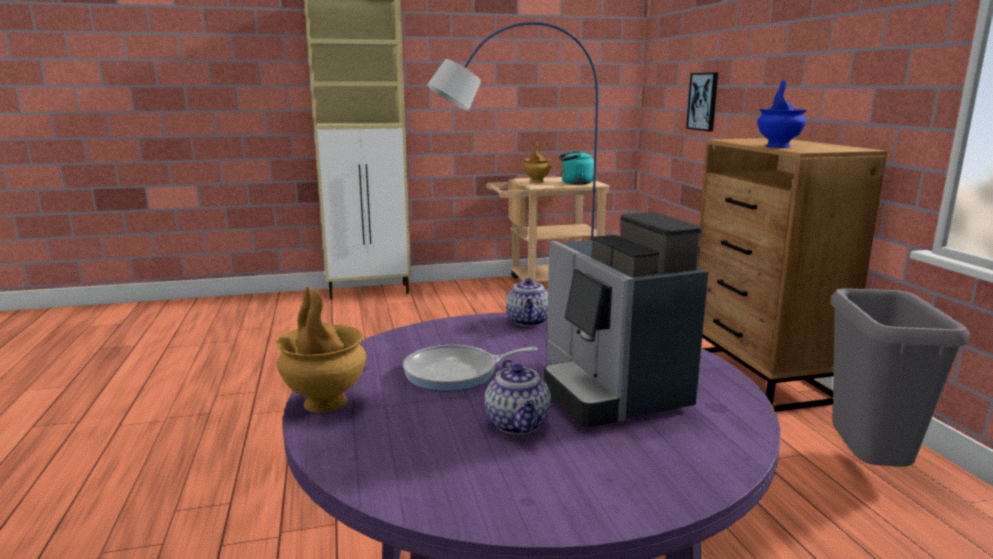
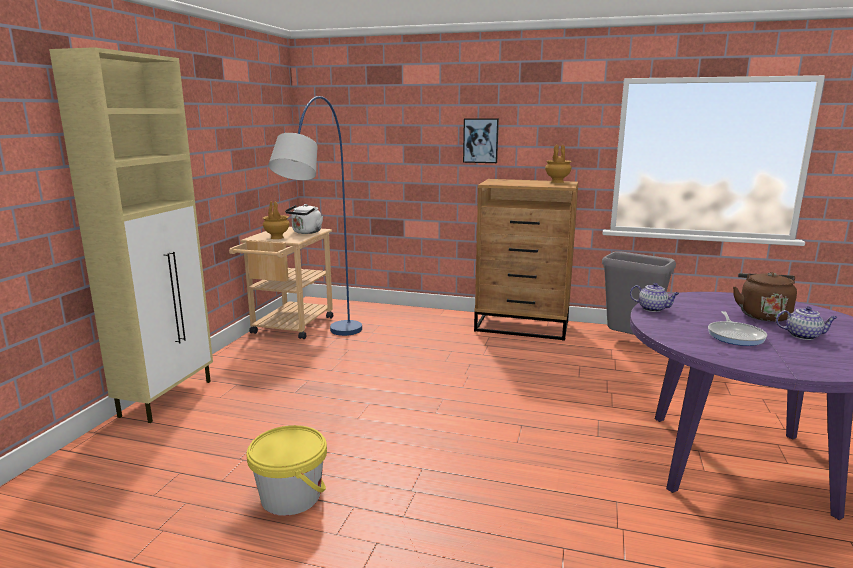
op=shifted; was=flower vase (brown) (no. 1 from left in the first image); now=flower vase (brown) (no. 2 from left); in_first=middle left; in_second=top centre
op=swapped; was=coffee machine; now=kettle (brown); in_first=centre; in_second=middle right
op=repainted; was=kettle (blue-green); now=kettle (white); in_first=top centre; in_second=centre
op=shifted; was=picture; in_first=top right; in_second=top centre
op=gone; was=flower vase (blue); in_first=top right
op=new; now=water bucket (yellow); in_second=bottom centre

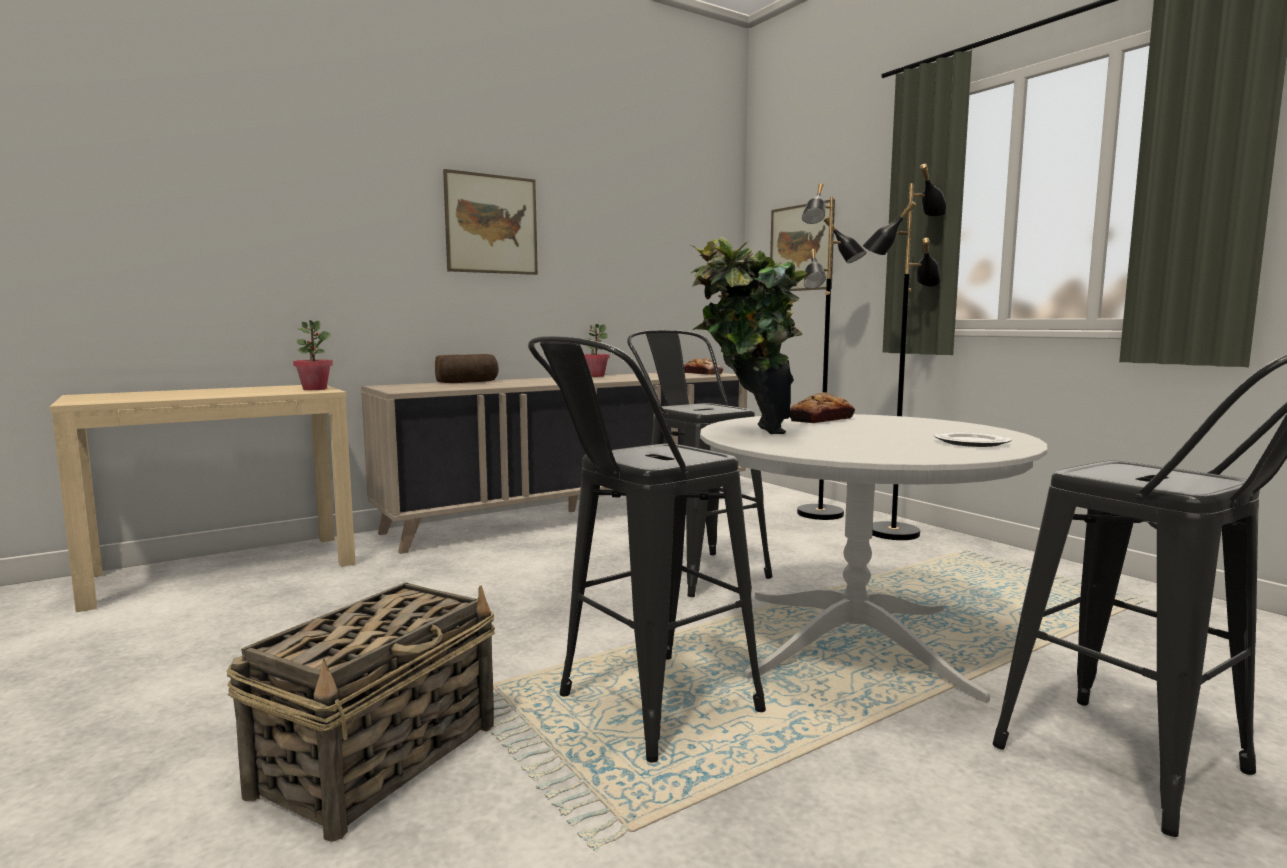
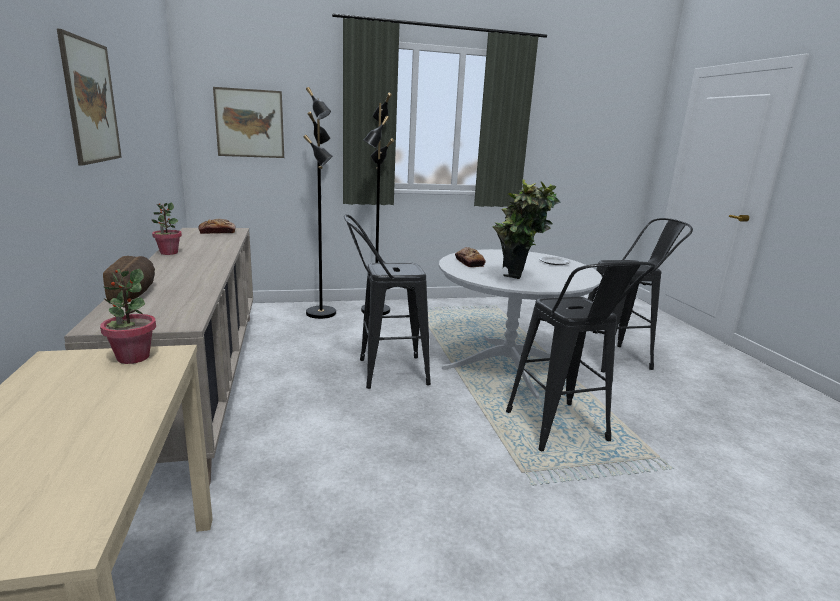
op=gone; was=household basket; in_first=bottom left

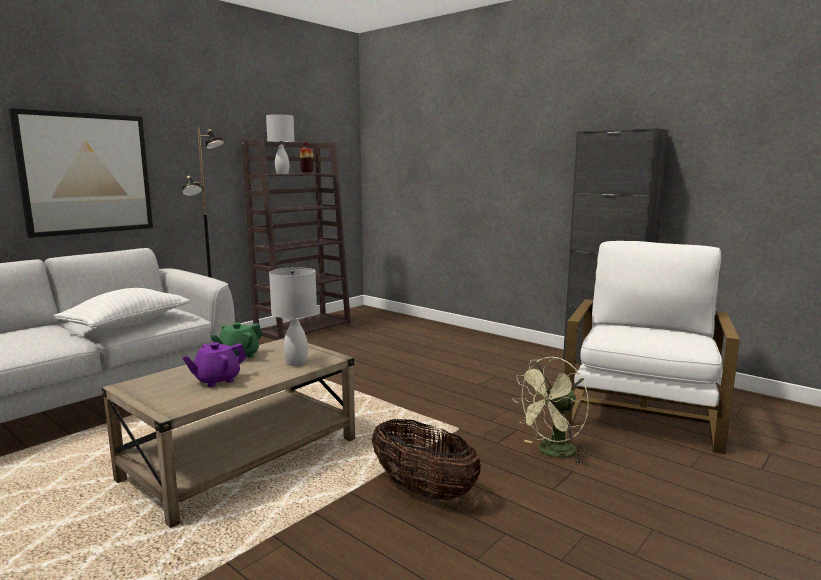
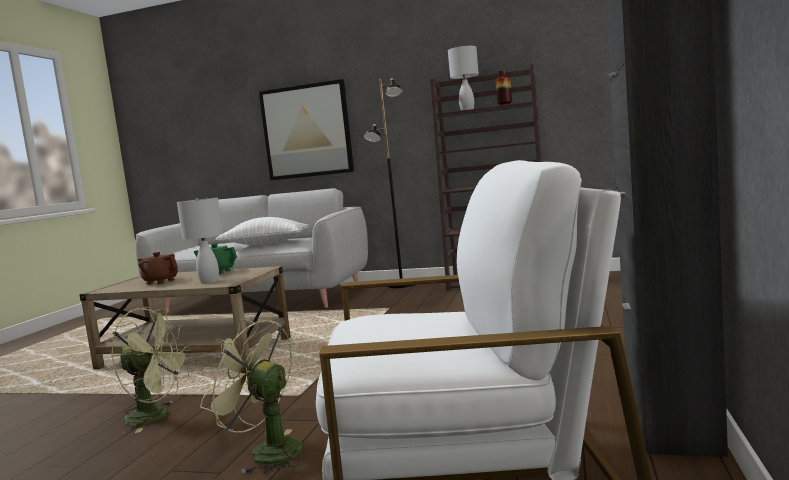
op=repainted; was=pot for tea (purplish); now=pot for tea (brown); in_first=middle left; in_second=middle left
op=swapped; was=household basket; now=fan (green-coloured) (no. 1 from left); in_first=bottom centre; in_second=bottom left

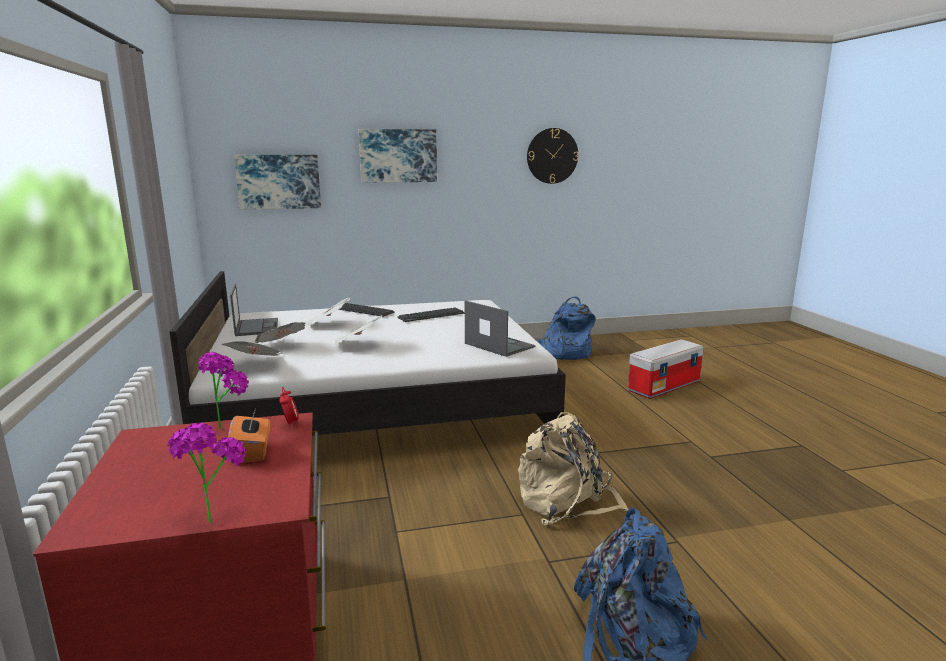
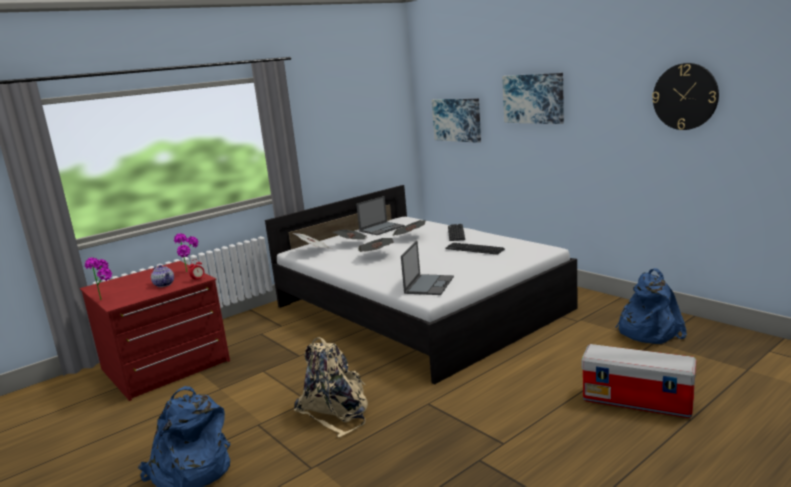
op=swapped; was=tissue box (orange-coloured); now=pot for tea; in_first=middle left; in_second=middle left

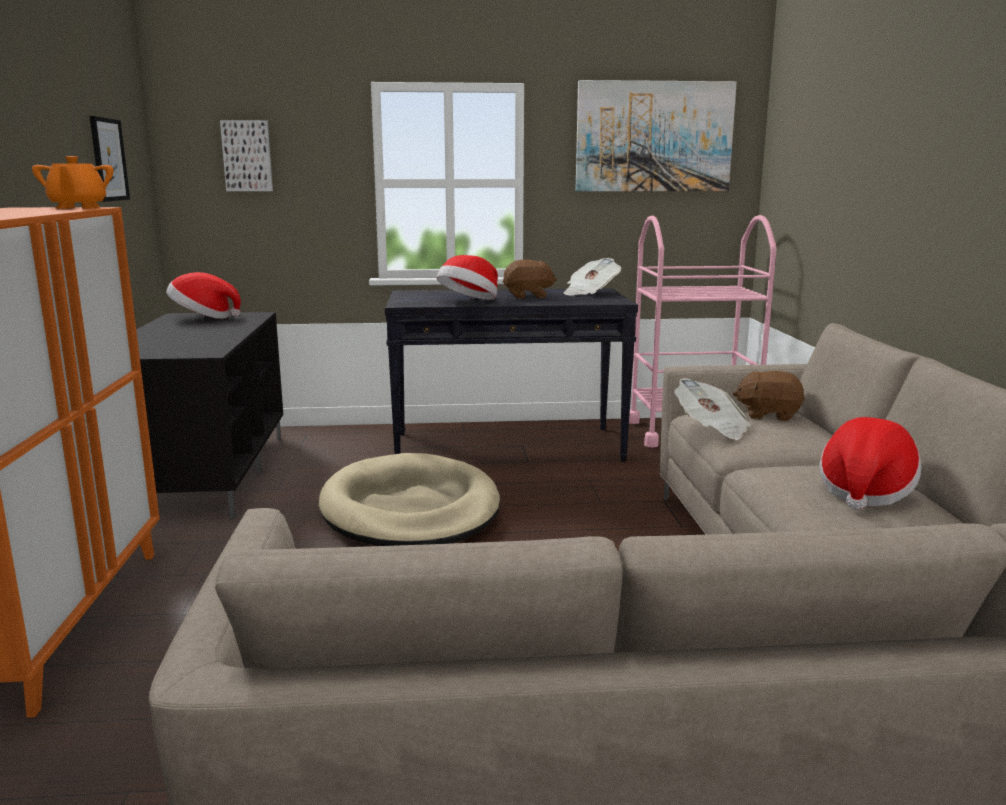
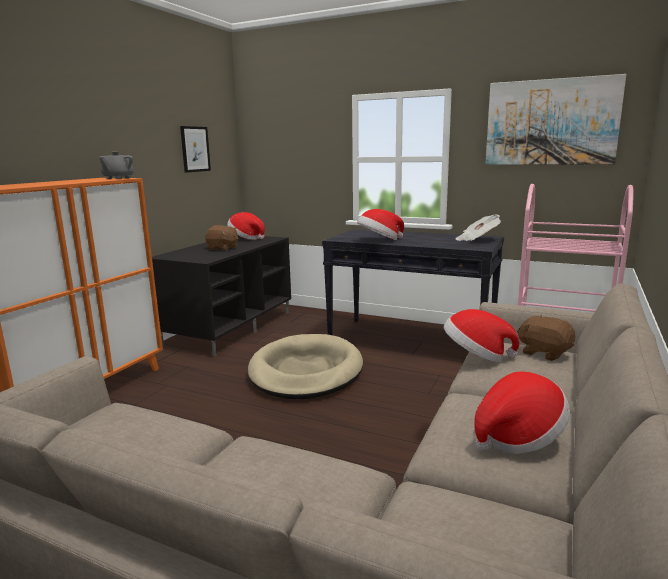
op=repainted; was=pot for tea (orange-coloured); now=pot for tea (greyish); in_first=top left; in_second=top left
op=gone; was=picture (no. 2 from left); in_first=top left
op=shifted; was=cuddly toy (brown) (no. 1 from left); in_first=centre; in_second=middle left
op=swapped; was=newspaper (no. 2 from left); now=hat (no. 3 from left); in_first=middle right; in_second=middle right

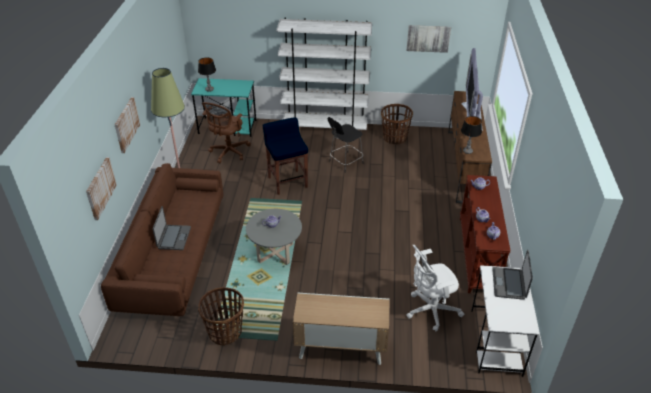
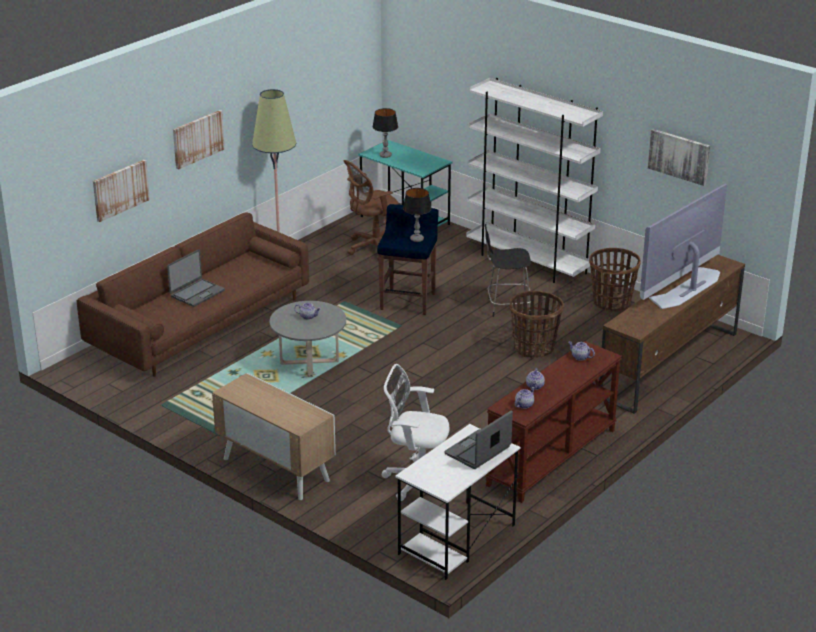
op=shifted; was=household basket (no. 1 from left); in_first=bottom centre; in_second=centre
op=shifted; was=lamp for a table (no. 2 from left); in_first=middle right; in_second=centre

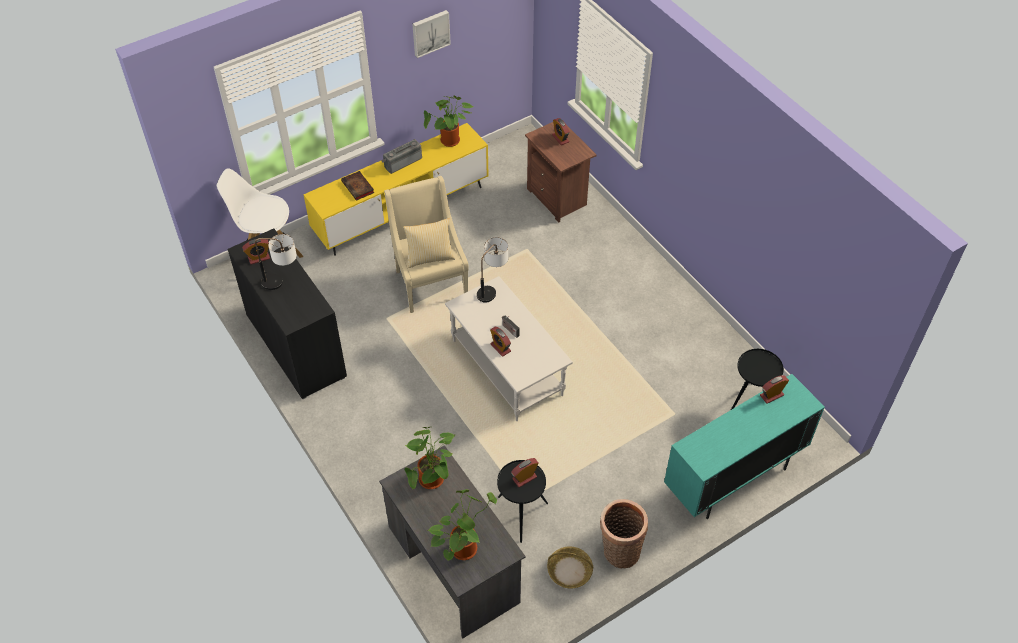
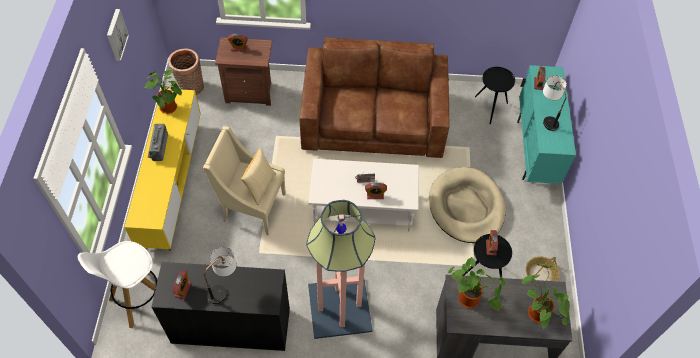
op=gone; was=volume; in_first=top centre
op=shifted; was=lamp for a table (no. 2 from left); in_first=centre; in_second=top right
op=shifted; was=household basket (no. 2 from left in the first image); now=household basket (no. 1 from left); in_first=bottom centre; in_second=top left
op=new; now=sofa (brown); in_second=top centre
op=new; now=standard lamp; in_second=bottom centre
op=new; now=dog cushion (beige-coloured); in_second=middle right

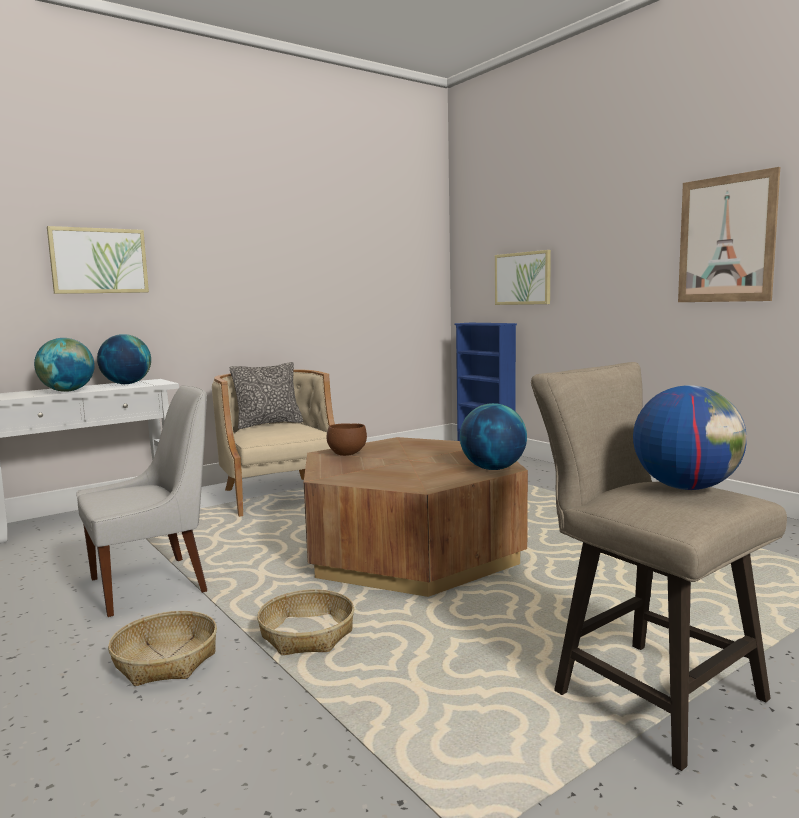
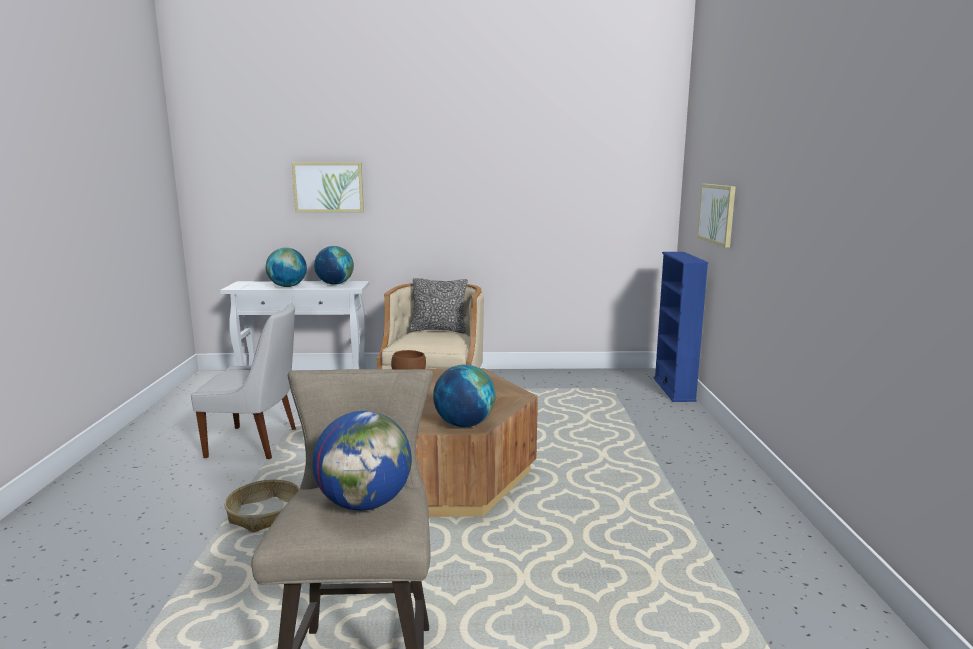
op=gone; was=household basket (no. 1 from left); in_first=bottom left
op=gone; was=picture (no. 3 from left); in_first=top right

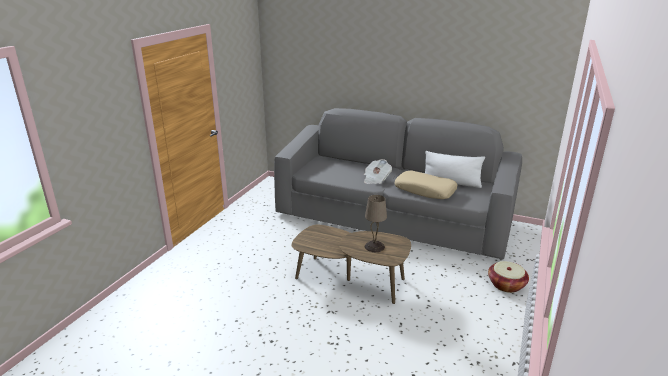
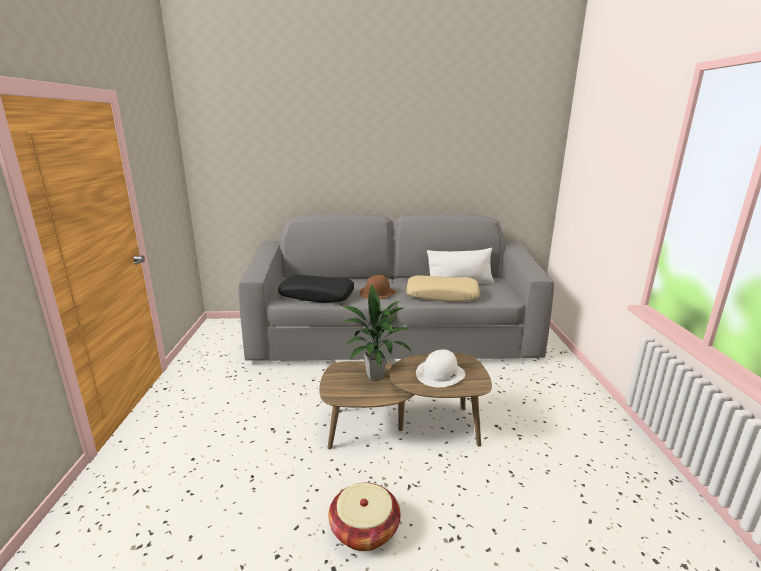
op=swapped; was=newspaper; now=hat (brown); in_first=centre; in_second=centre
op=swapped; was=lamp for a table (beige-coloured); now=hat (white); in_first=centre; in_second=centre
op=shifted; was=household basket; in_first=bottom right; in_second=bottom centre
op=new; now=pillow (black); in_second=centre
op=new; now=plant in a pot; in_second=centre

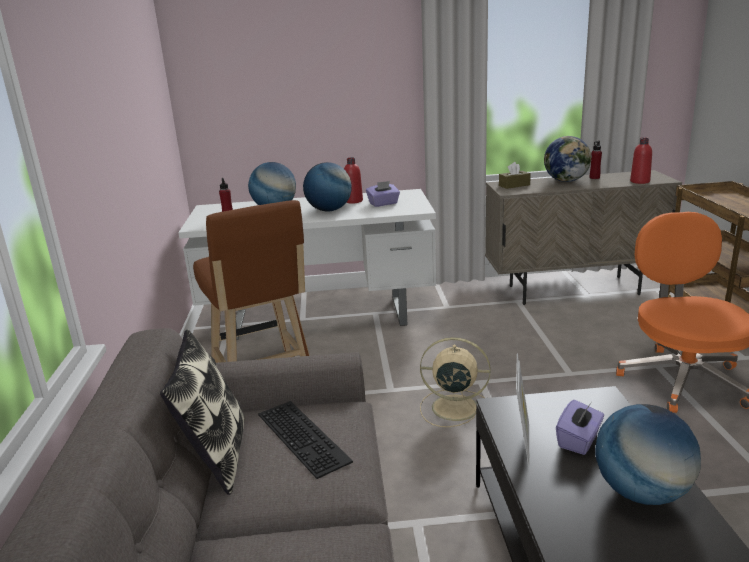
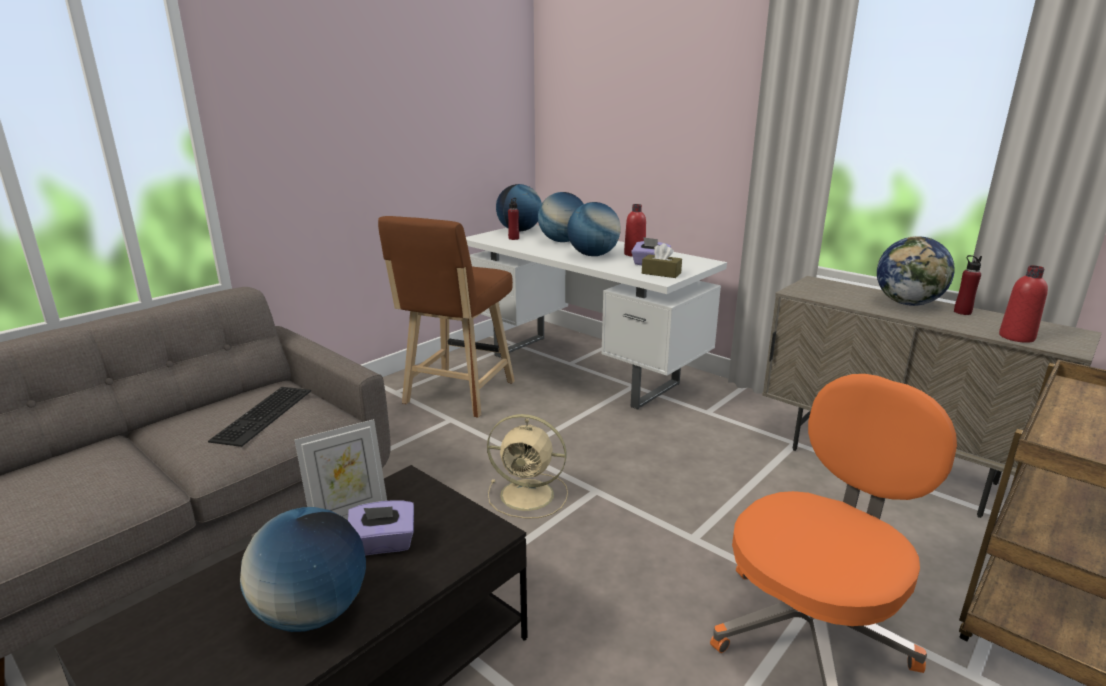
op=gone; was=pillow; in_first=bottom left
op=rotated; was=fan (beige-coloured); in_first=bottom centre; in_second=bottom centre; clockwise=135
op=shifted; was=tissue box (brown); in_first=top right; in_second=centre
op=new; now=world globe (no. 2 from left); in_second=top centre

